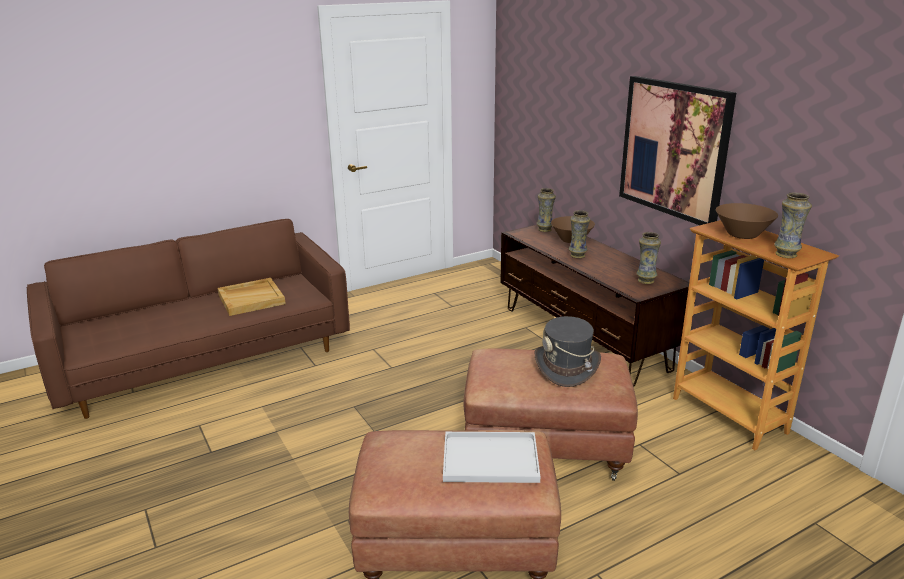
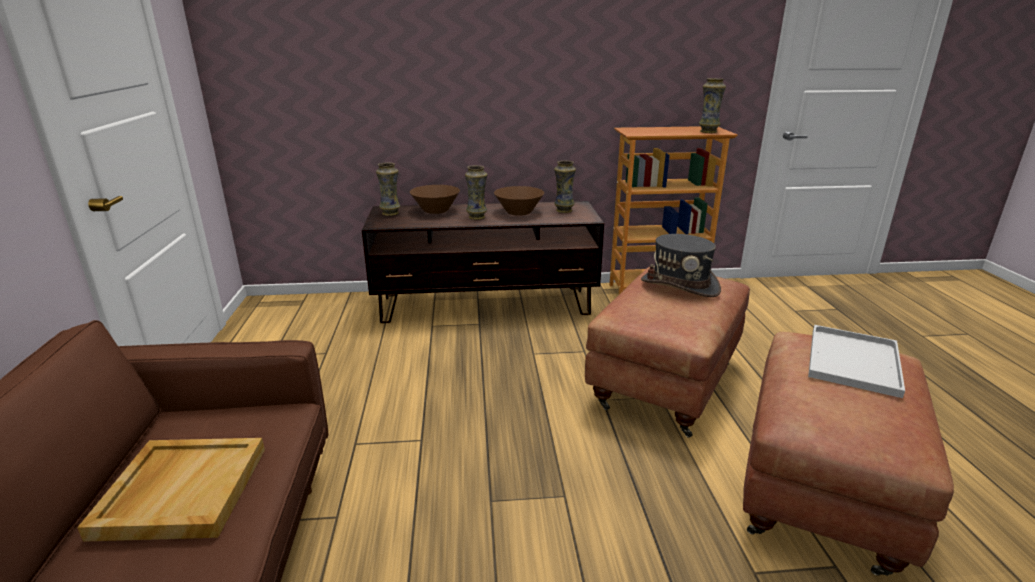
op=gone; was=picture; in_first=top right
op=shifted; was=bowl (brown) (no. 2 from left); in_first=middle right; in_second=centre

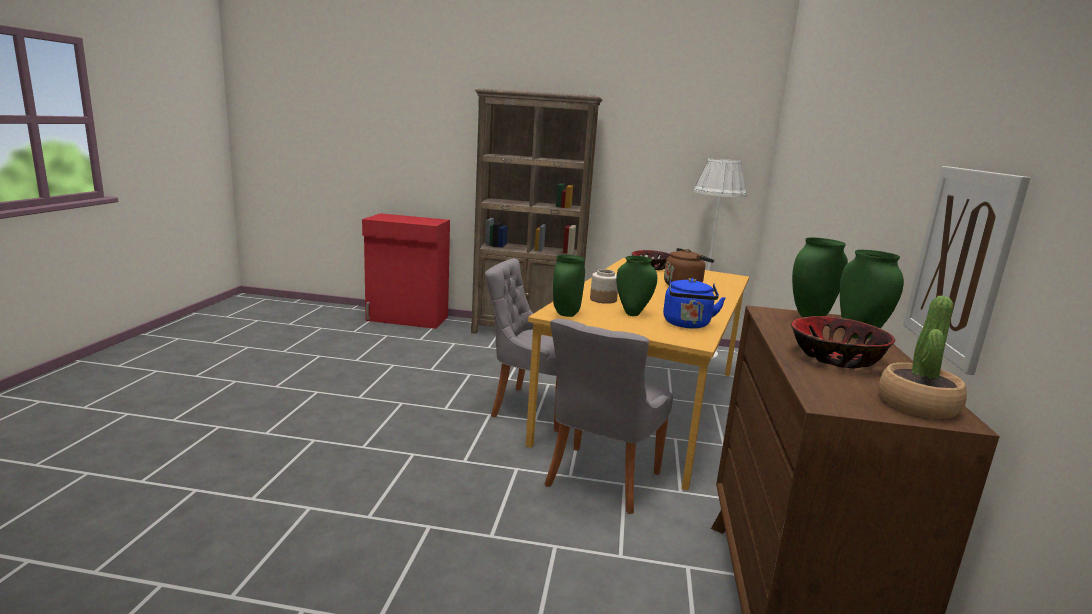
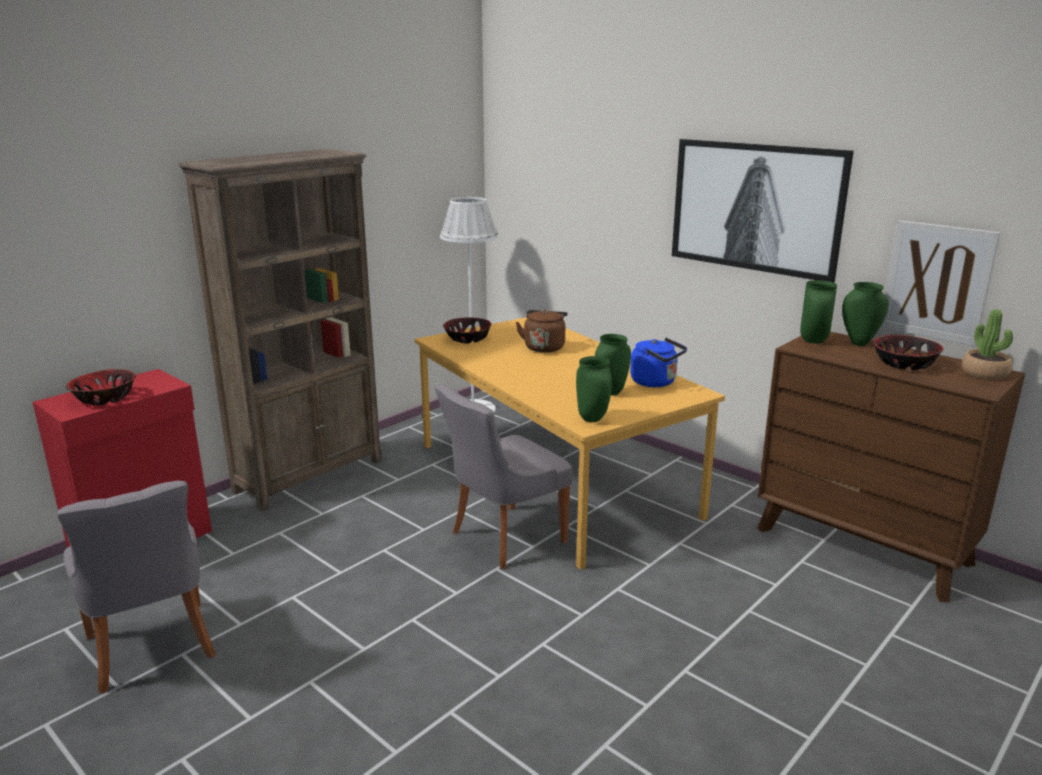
op=shifted; was=plain chair (greyish) (no. 2 from left in the first image); now=plain chair (greyish) (no. 1 from left); in_first=bottom centre; in_second=bottom left
op=gone; was=preserve jar; in_first=centre
op=new; now=bowl (no. 1 from left); in_second=middle left
op=new; now=picture (no. 1 from left); in_second=top right

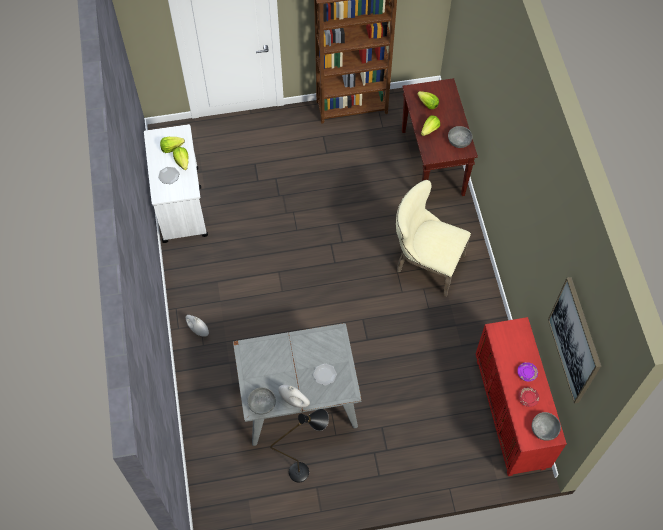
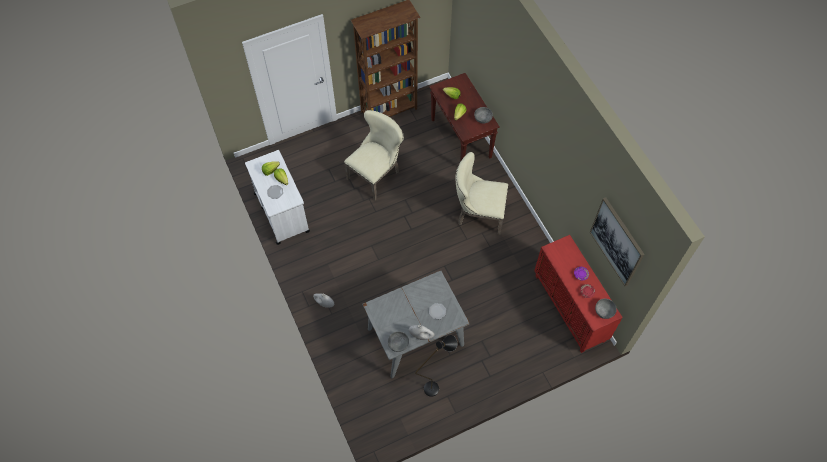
op=new; now=plain chair (beige-coloured) (no. 1 from left); in_second=centre

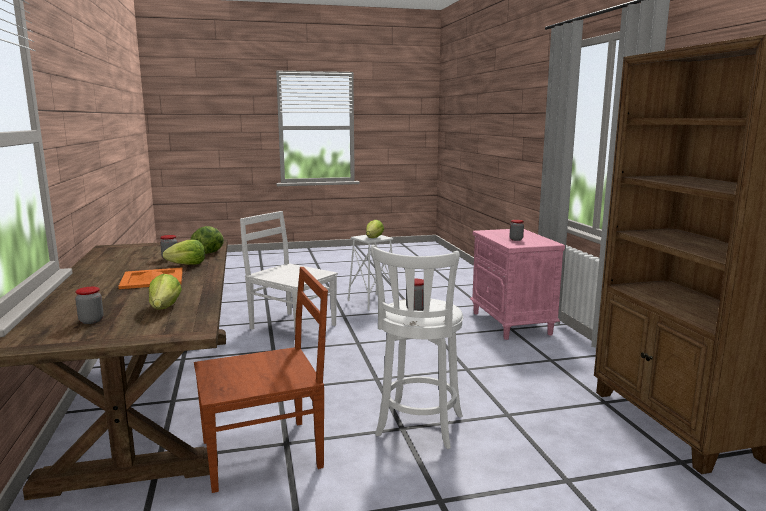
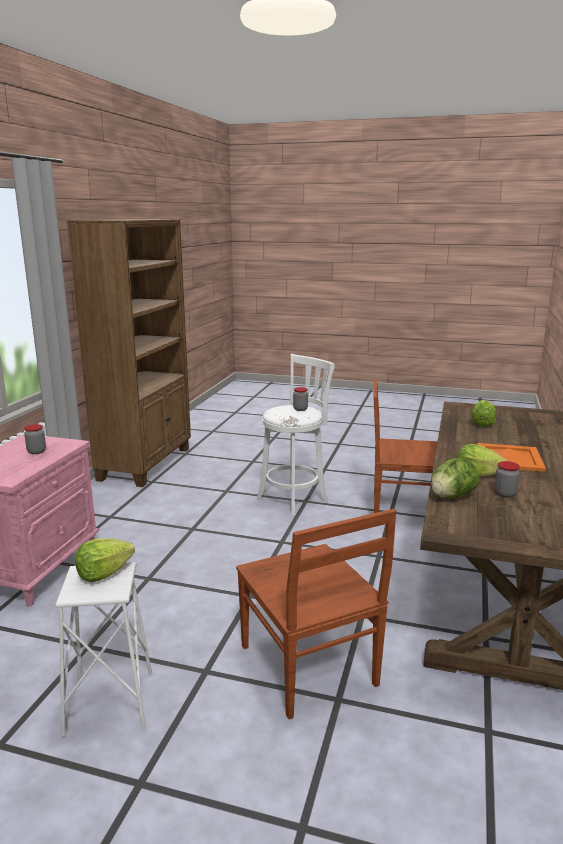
op=gone; was=preserve jar (no. 1 from left); in_first=middle left
op=repainted; was=plain chair (white); now=plain chair (brown) (no. 1 from left); in_first=centre; in_second=bottom centre

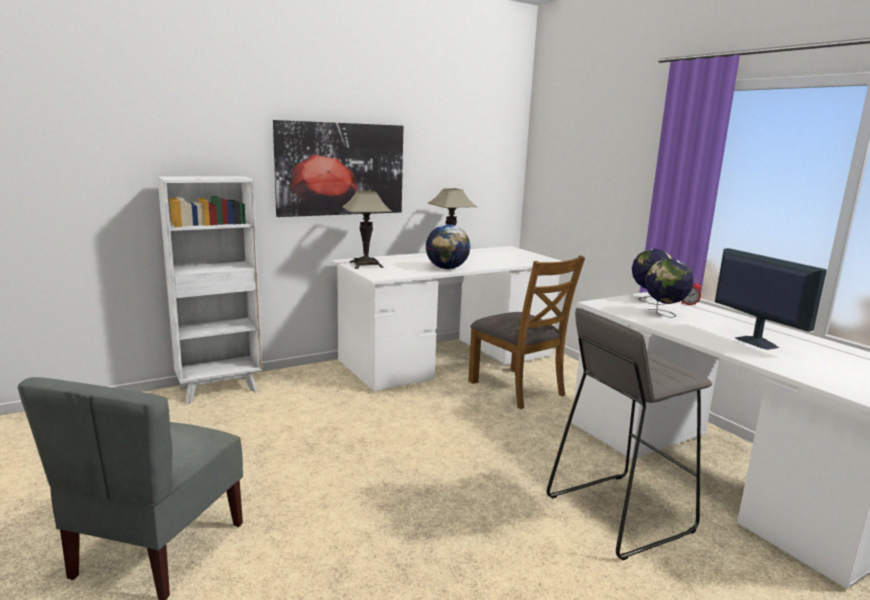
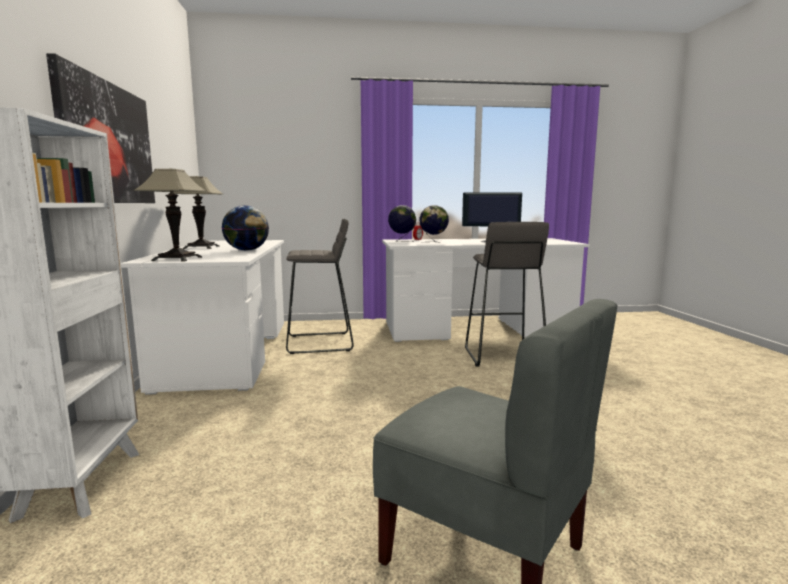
op=swapped; was=plain chair (brown); now=sitting stool (greyish) (no. 1 from left); in_first=centre; in_second=centre

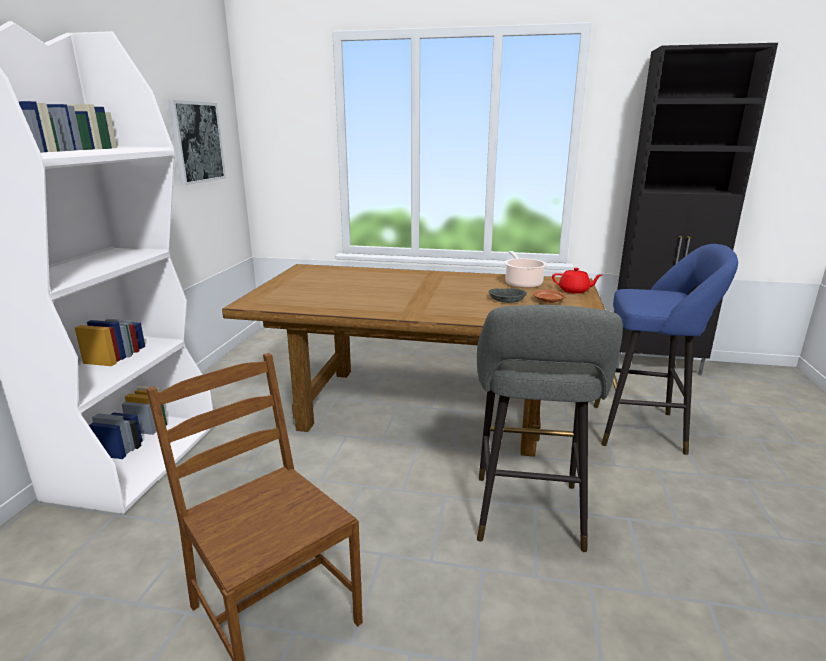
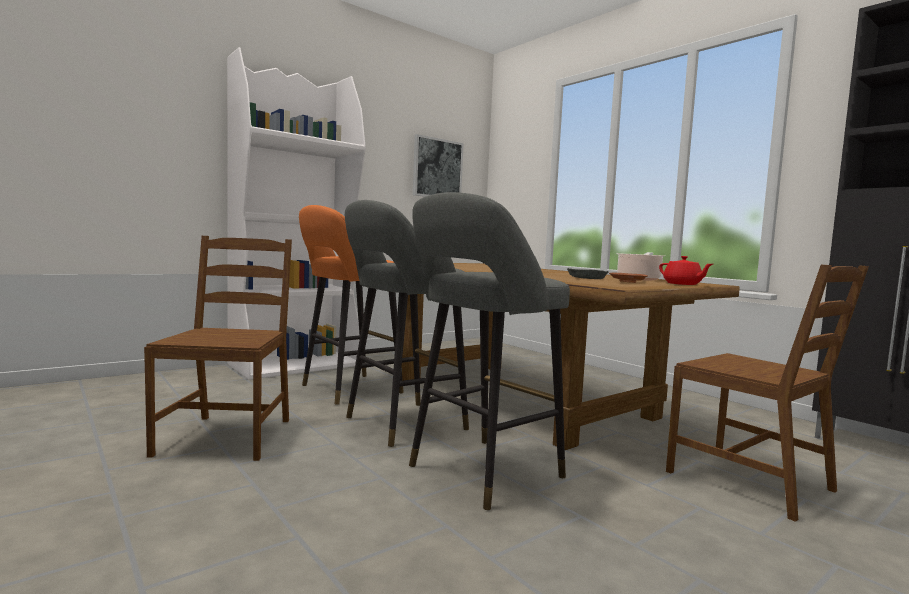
op=swapped; was=sitting stool (blue); now=plain chair (brown) (no. 2 from left); in_first=middle right; in_second=middle right
op=new; now=sitting stool (orange-coloured); in_second=centre
op=new; now=sitting stool (greyish) (no. 1 from left); in_second=centre

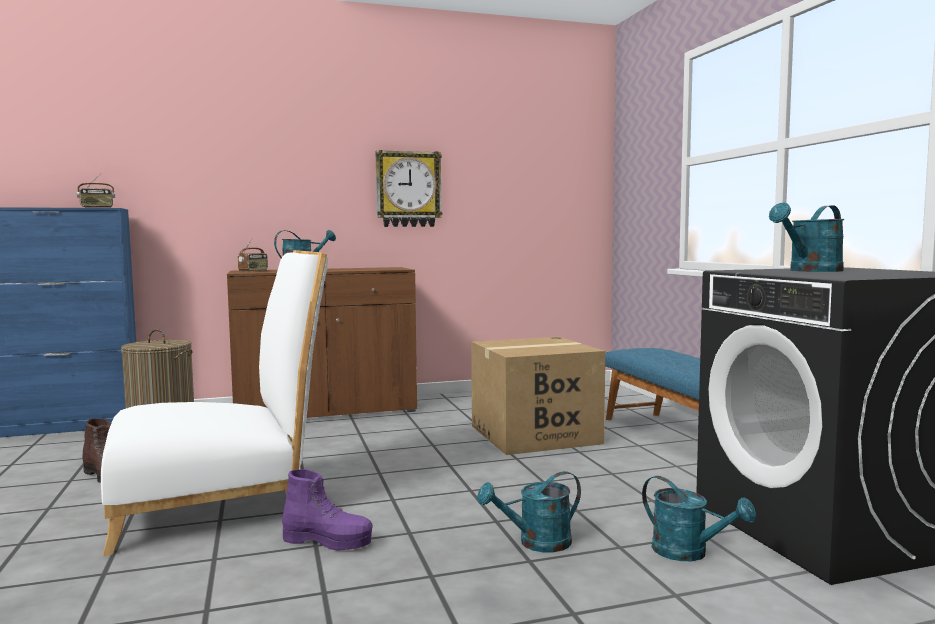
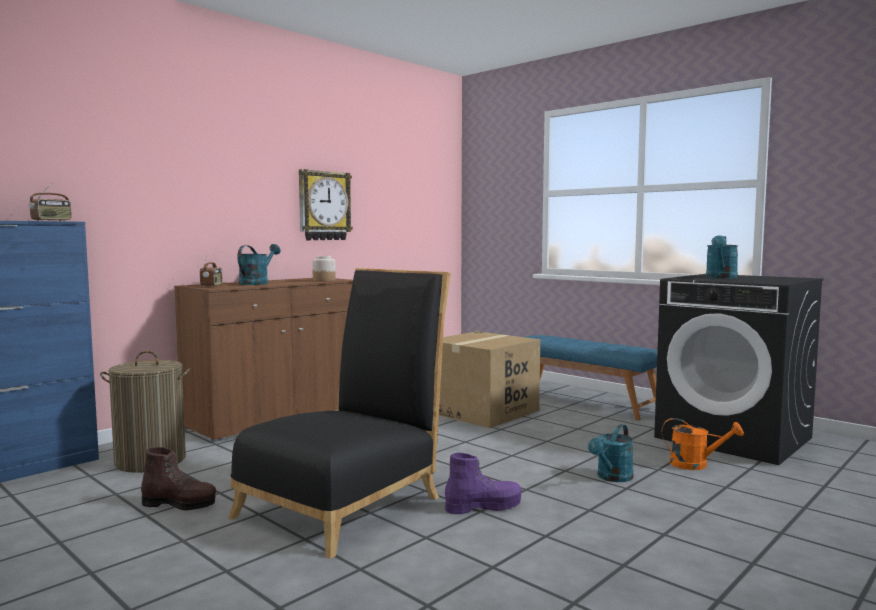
op=repainted; was=plain chair (white); now=plain chair (black); in_first=middle left; in_second=bottom centre
op=repainted; was=sprinkling can (blue-green) (no. 3 from left); now=sprinkling can (orange-coloured); in_first=bottom right; in_second=bottom right
op=new; now=preserve jar; in_second=centre

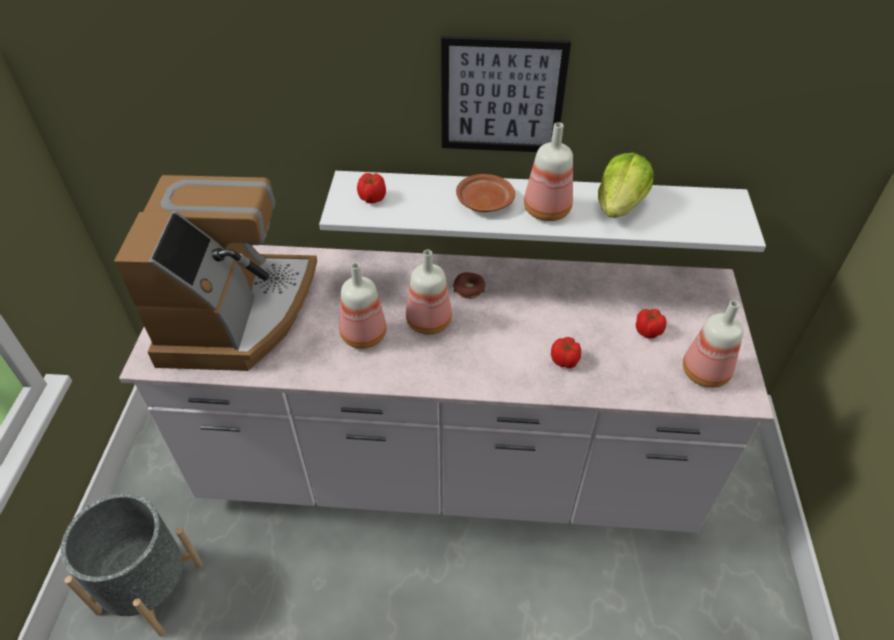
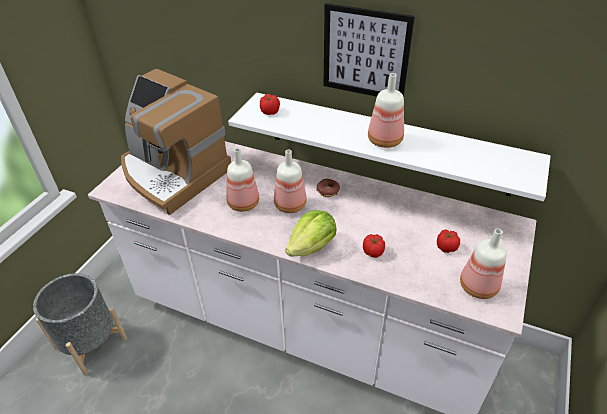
op=rotated; was=coffee machine; in_first=middle left; in_second=middle left; clockwise=105
op=gone; was=flat dish (brown); in_first=top centre
op=shifted; was=lettuce head; in_first=top right; in_second=centre

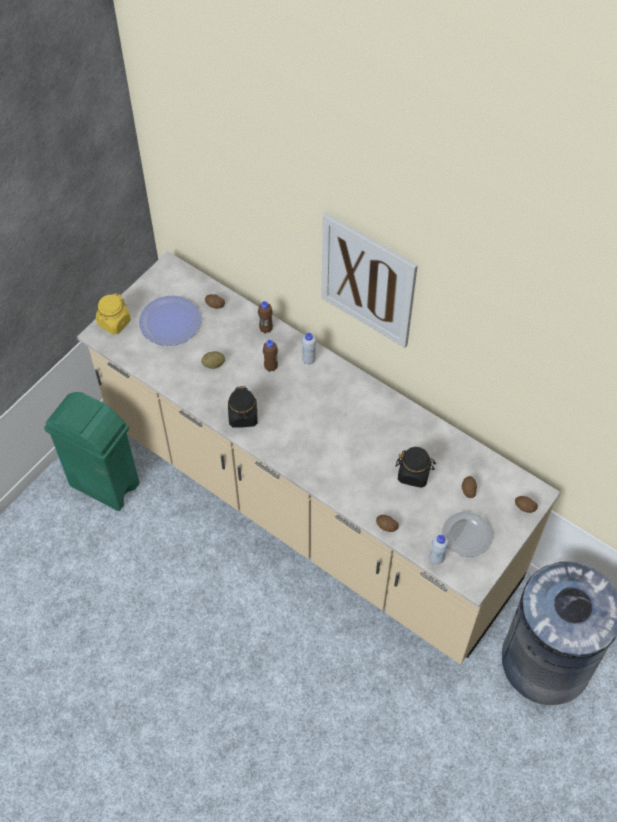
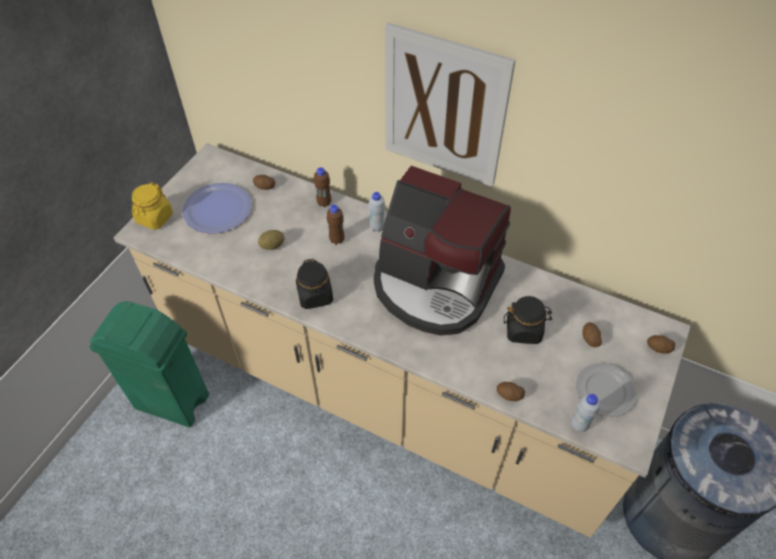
op=new; now=coffee machine; in_second=centre

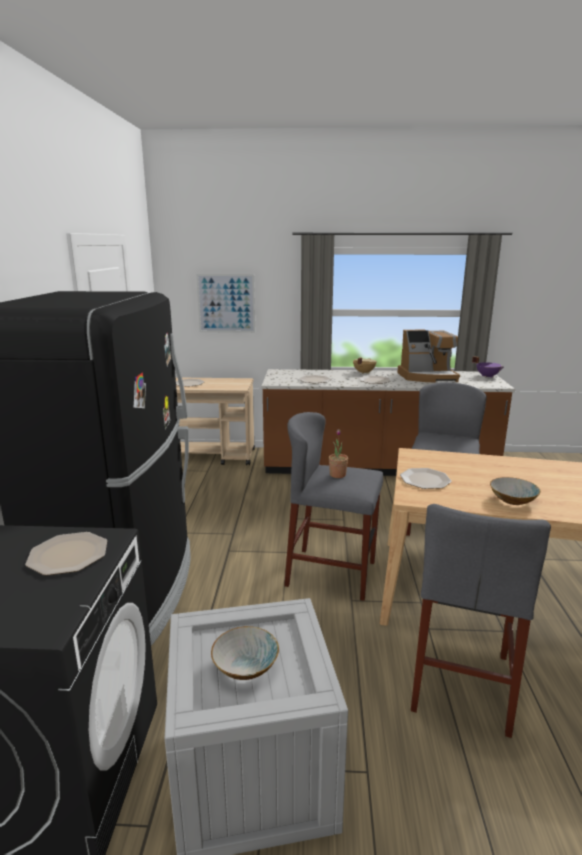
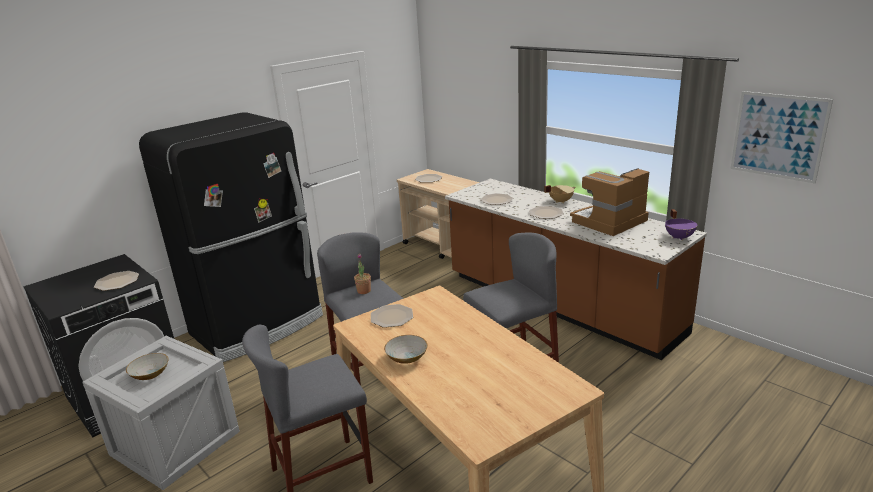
op=shifted; was=picture; in_first=centre; in_second=top right
op=rotated; was=coffee machine; in_first=middle right; in_second=middle right; clockwise=105

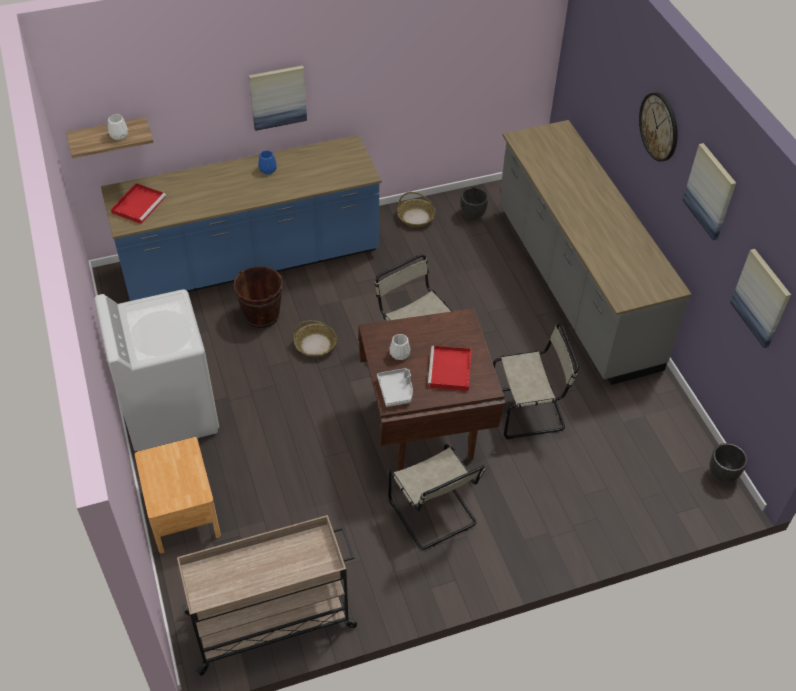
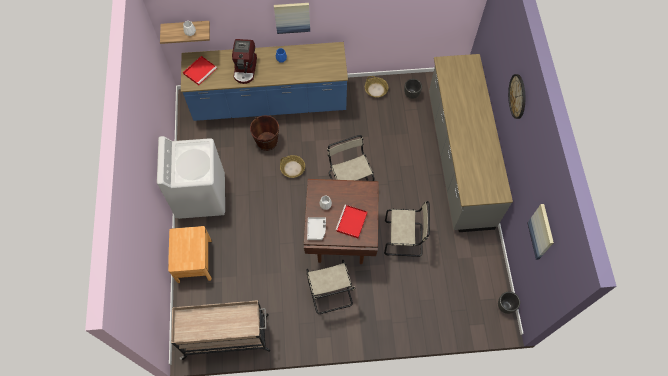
op=gone; was=picture (no. 2 from left); in_first=top right
op=new; now=coffee machine; in_second=top centre

